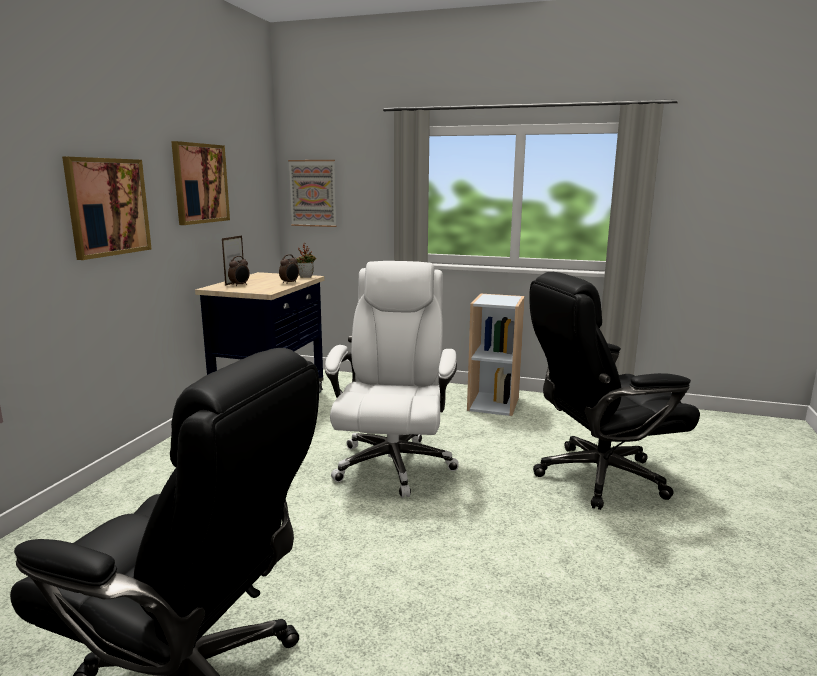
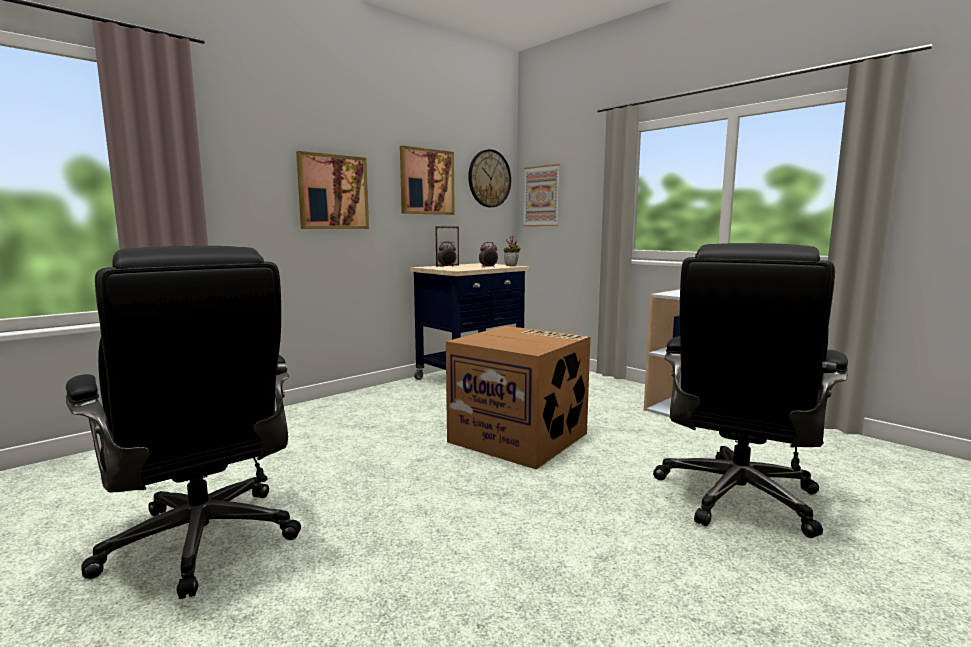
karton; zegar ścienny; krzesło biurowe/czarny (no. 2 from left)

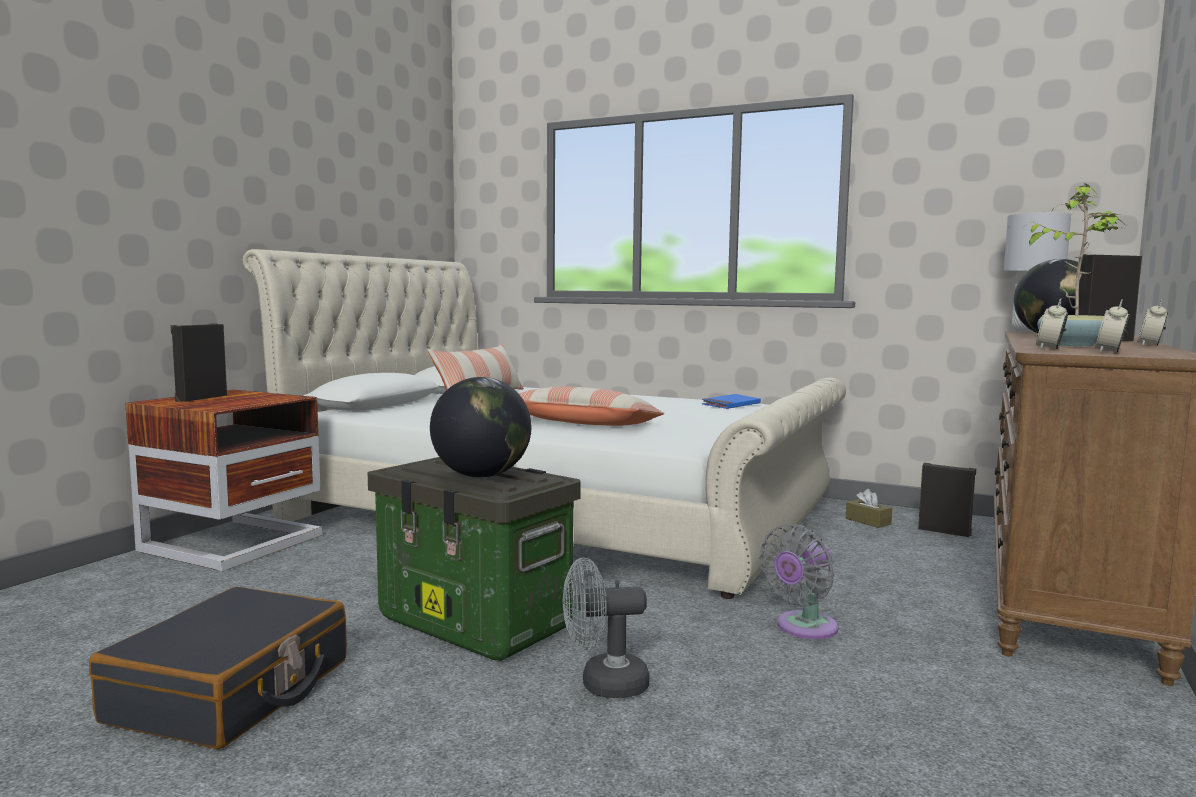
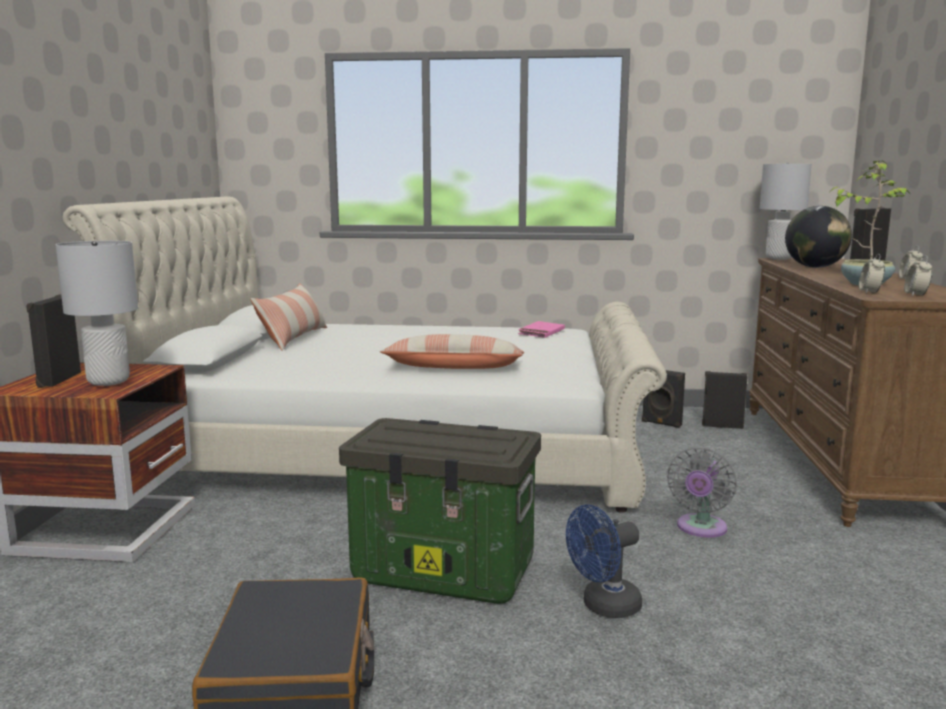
lampa stołowa/szary (no. 1 from left); książka/różowy; wentylator/niebieski; głośnik/czarny (no. 2 from left); globus (no. 1 from left in the first image)

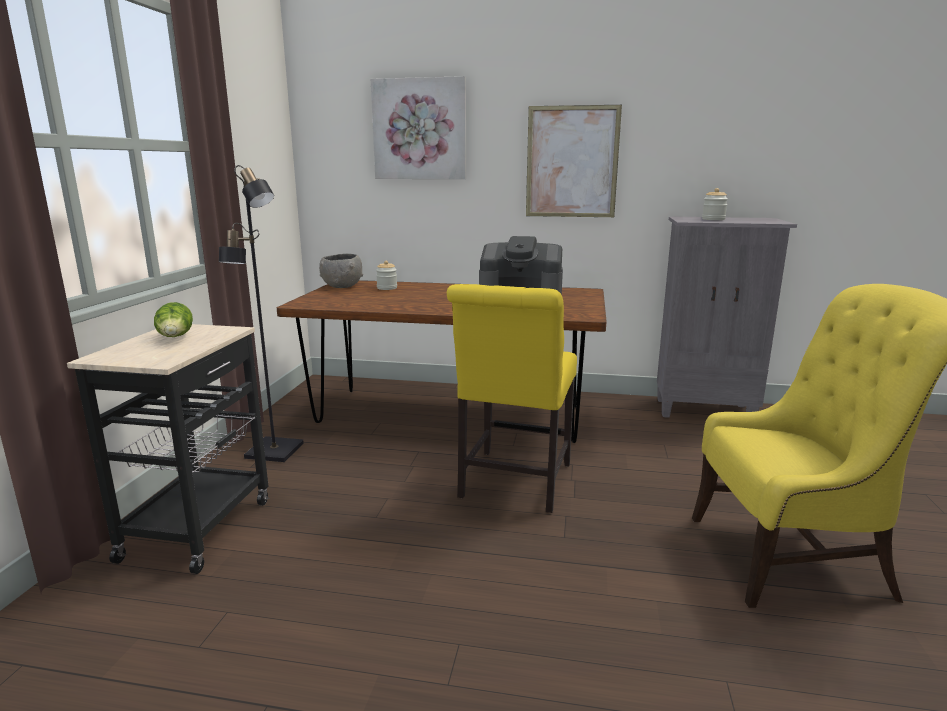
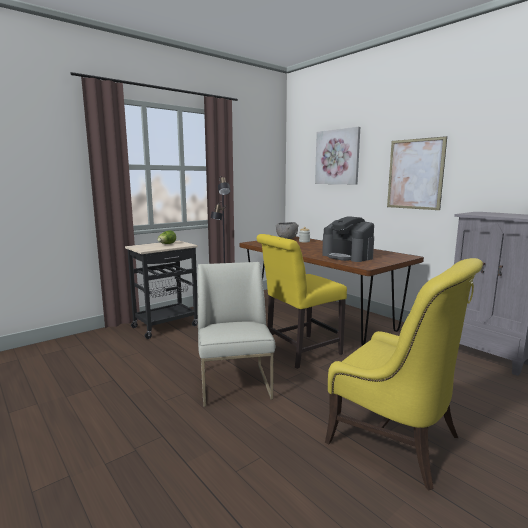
krzesło/biały; słoik (no. 2 from left in the first image)

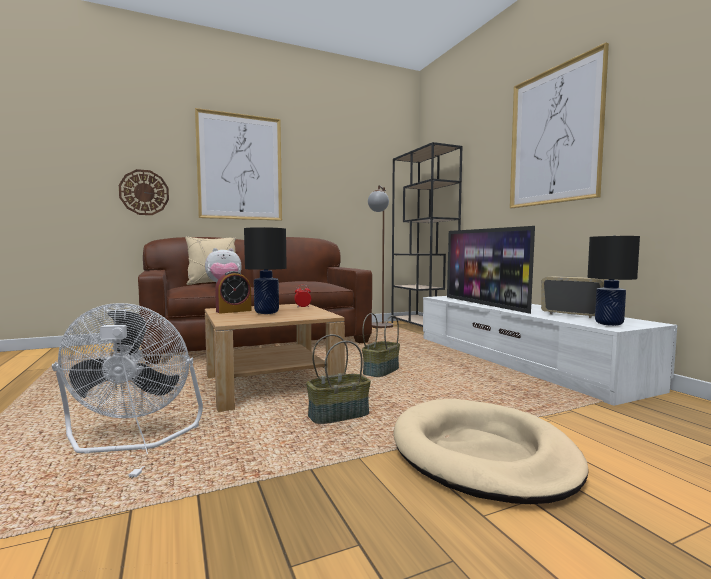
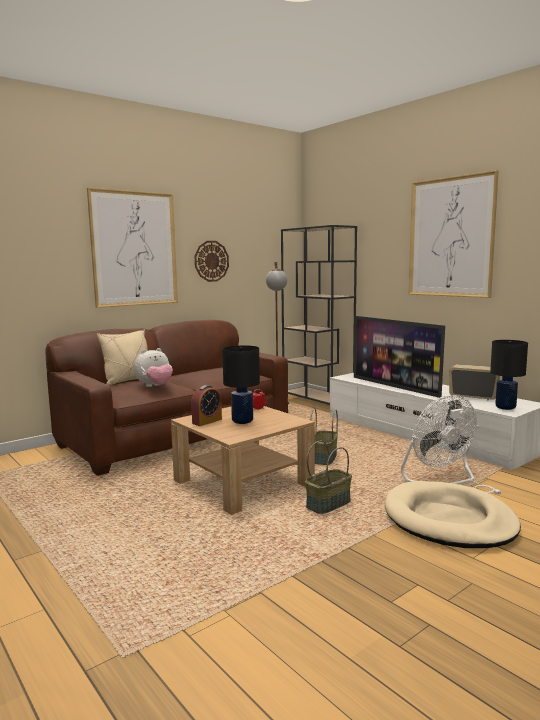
zegar ścienny; wentylator/biały

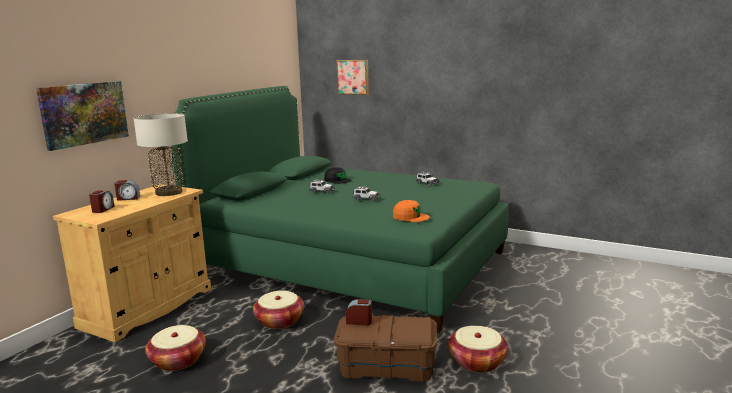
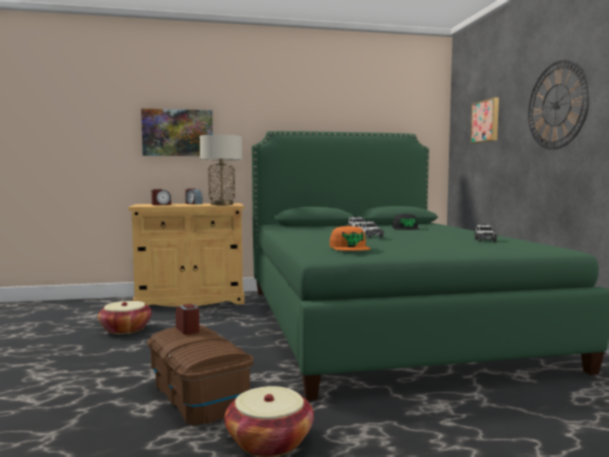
zegar ścienny; koszyk (no. 2 from left in the first image)

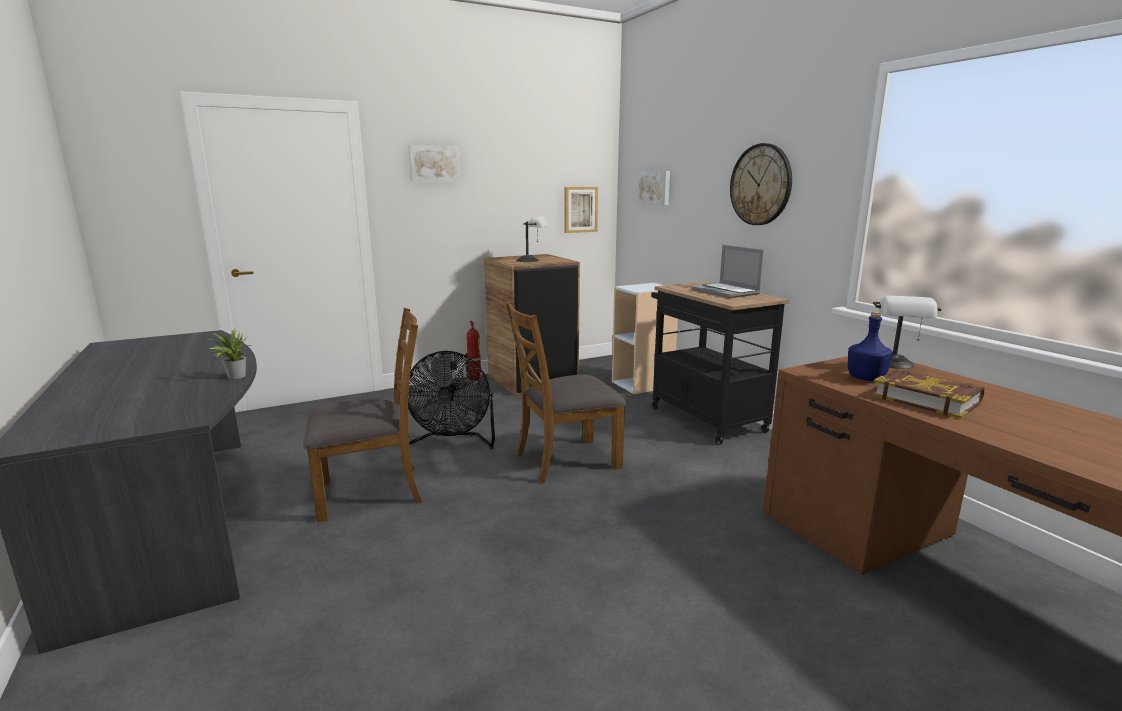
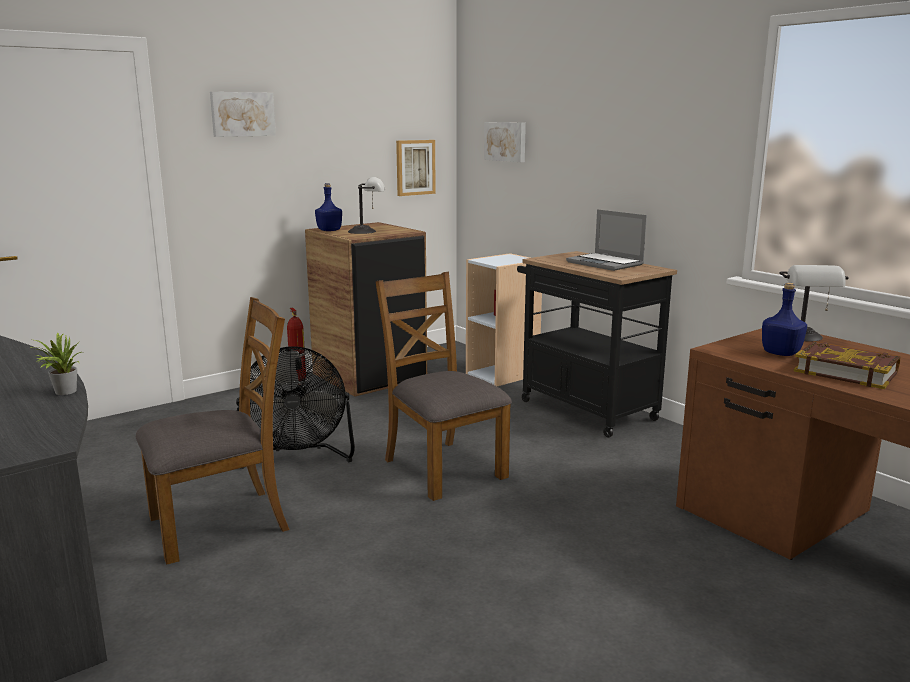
butelka/niebieski (no. 1 from left); krzesło/brązowy (no. 2 from left); zegar ścienny

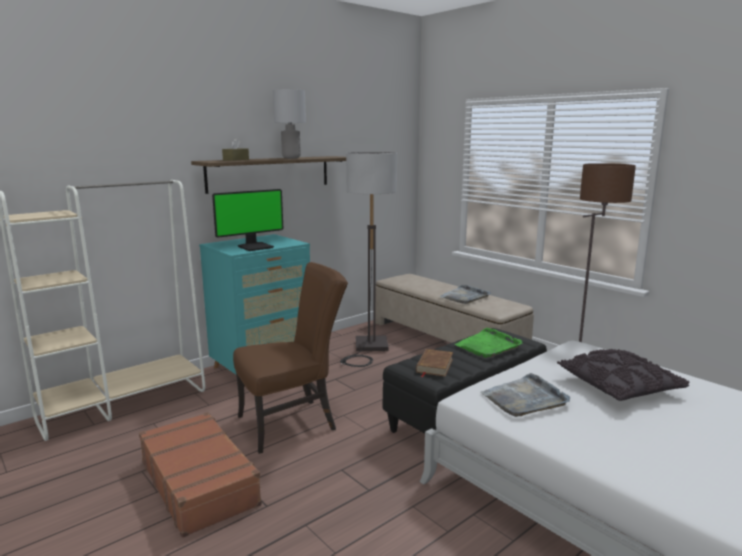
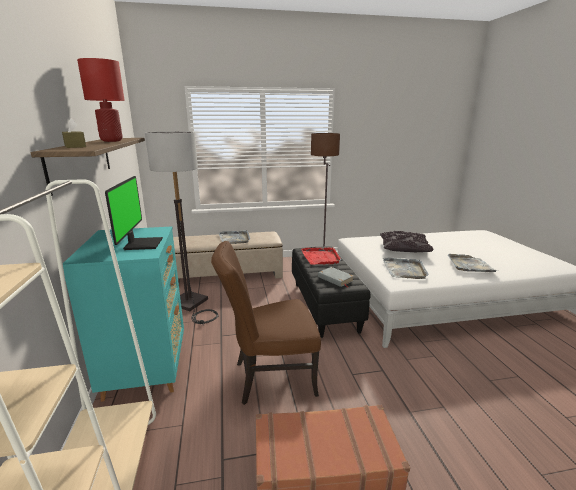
lampa stołowa/czerwony; krzesło/brązowy; taca/czerwony; książka/szary; taca/szary (no. 3 from left)

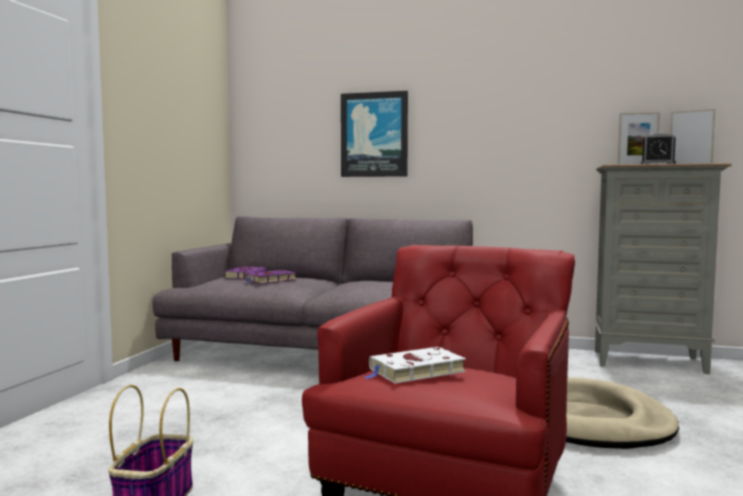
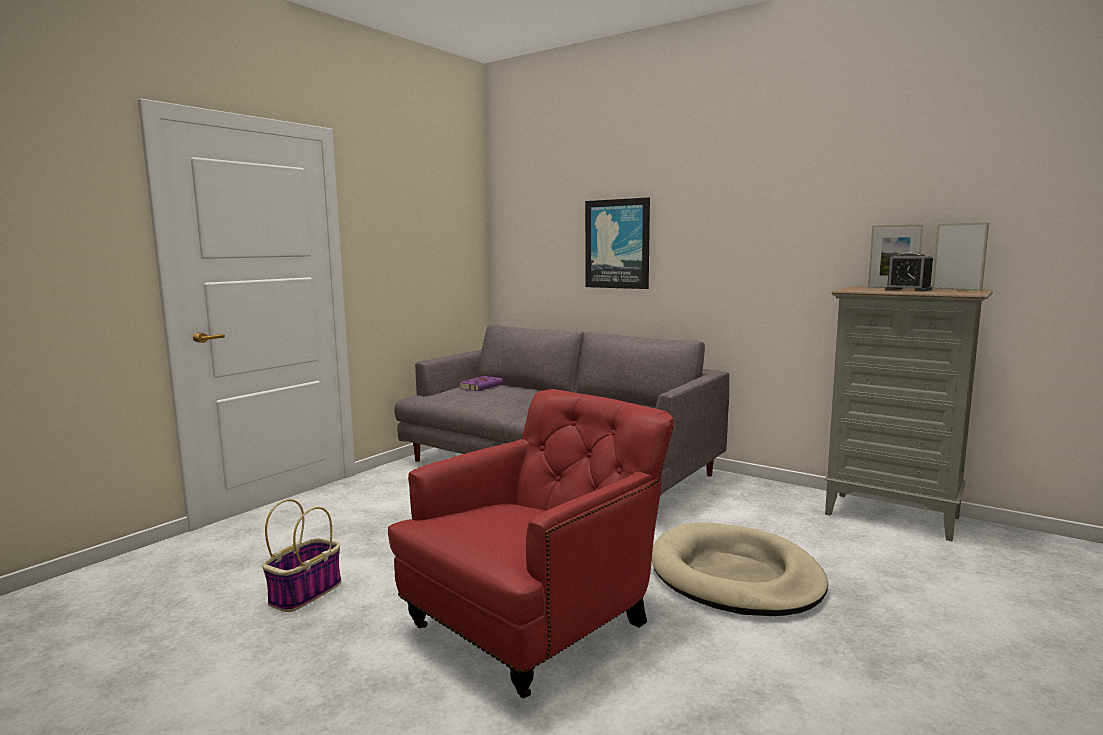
książka/fioletowy (no. 2 from left in the first image); książka/biały

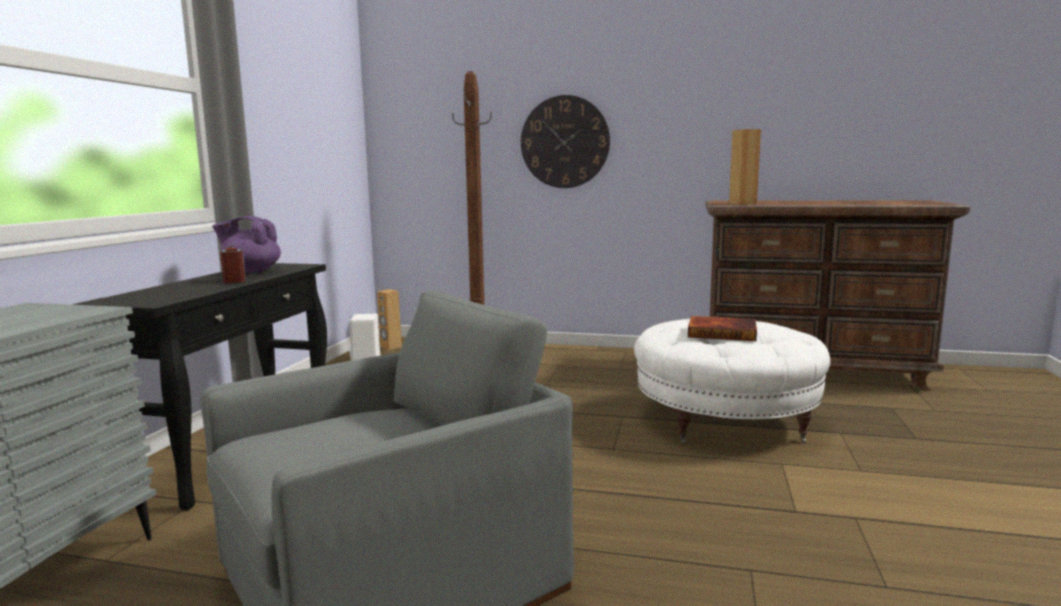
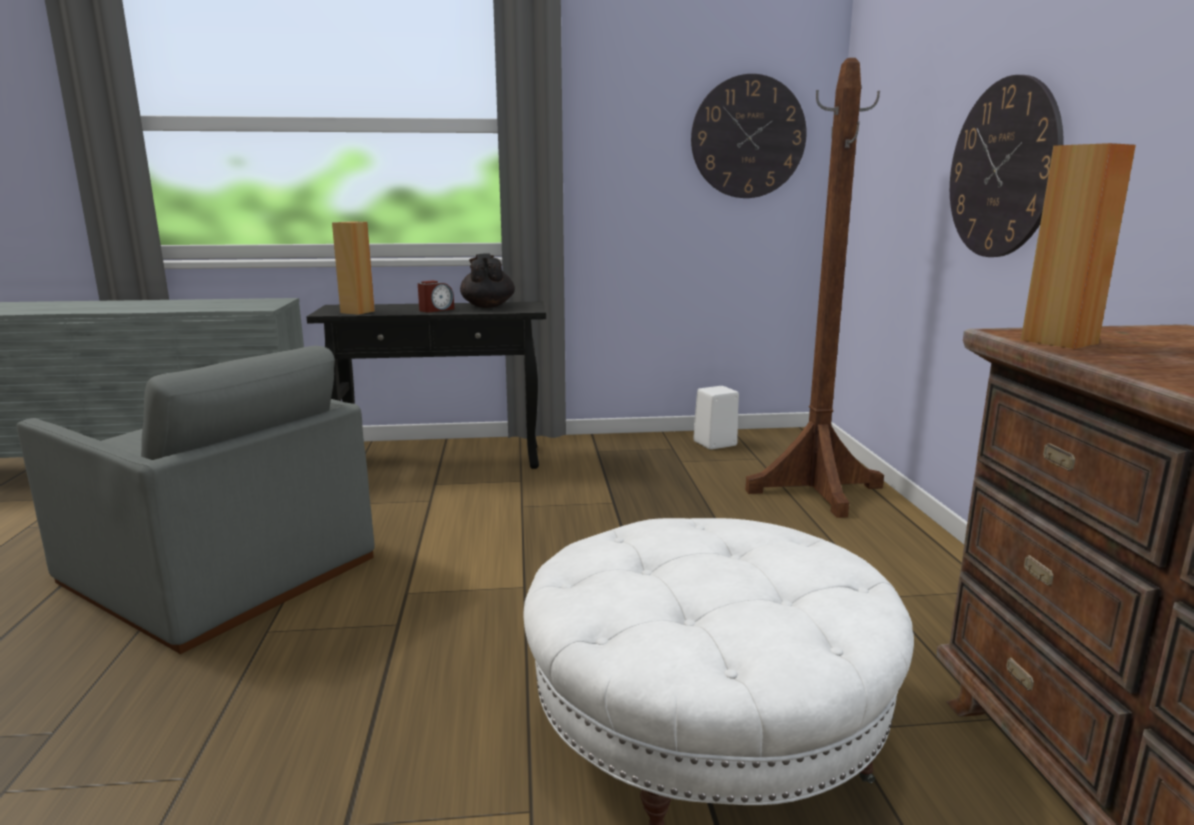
głośnik/brązowy (no. 1 from left); imbryk/czarny; zegar ścienny (no. 1 from left); książka

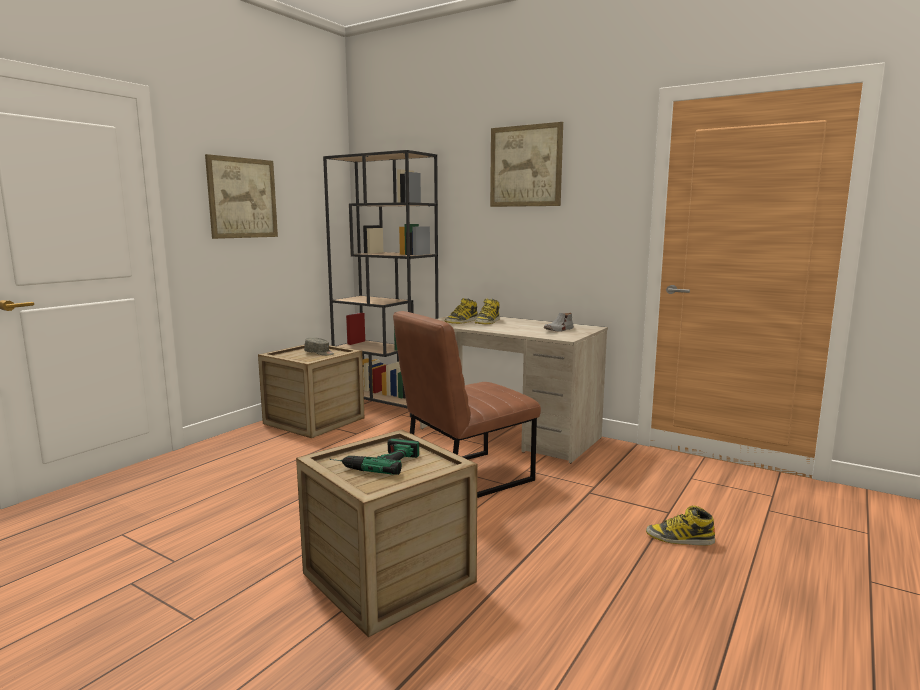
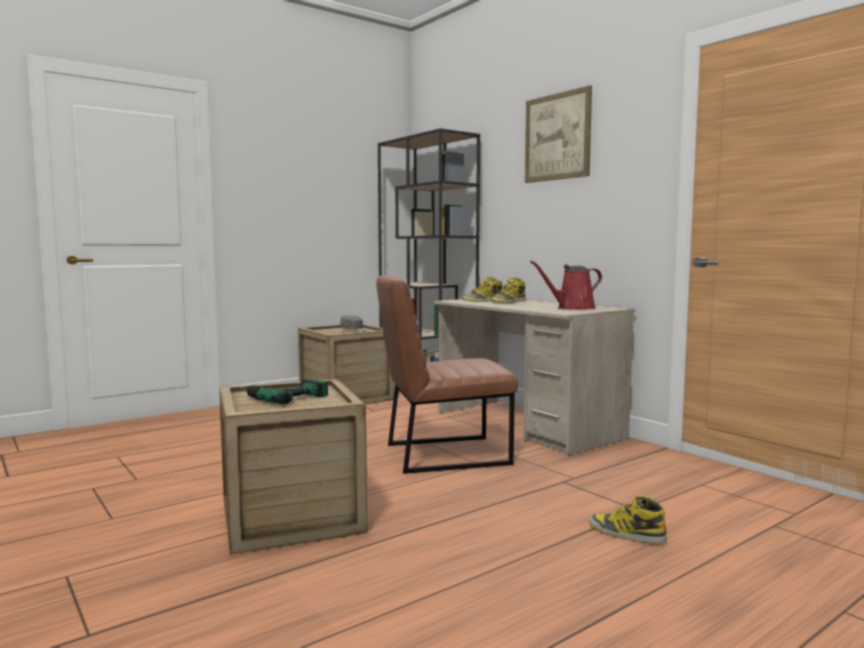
konewka/czerwony; obraz (no. 1 from left in the first image)

